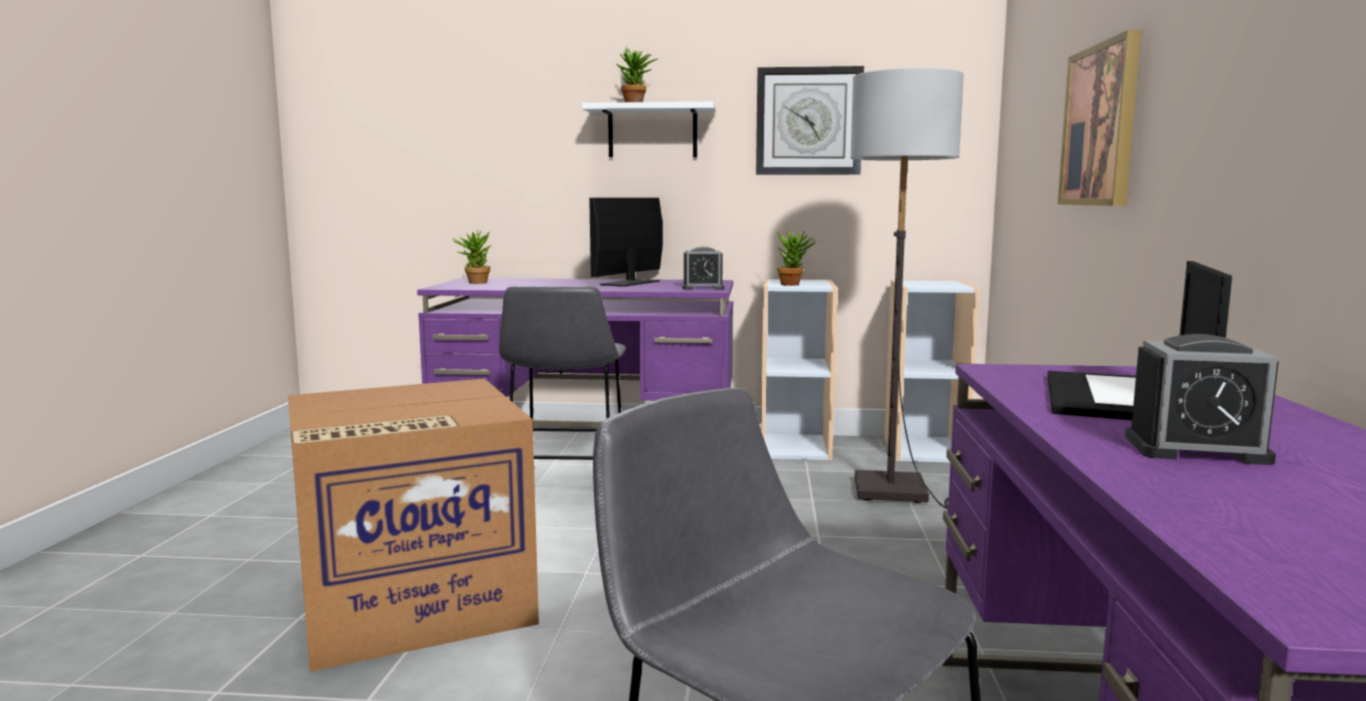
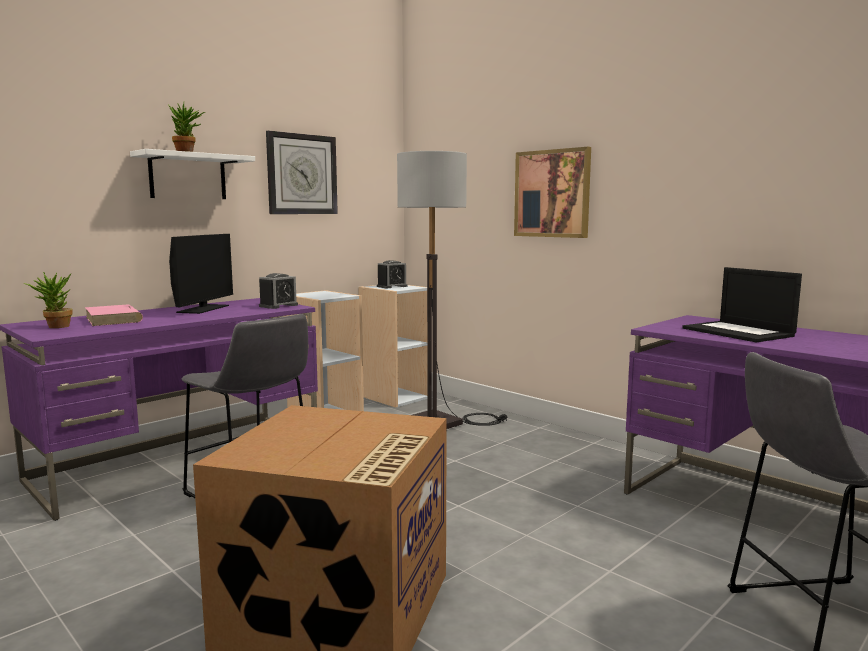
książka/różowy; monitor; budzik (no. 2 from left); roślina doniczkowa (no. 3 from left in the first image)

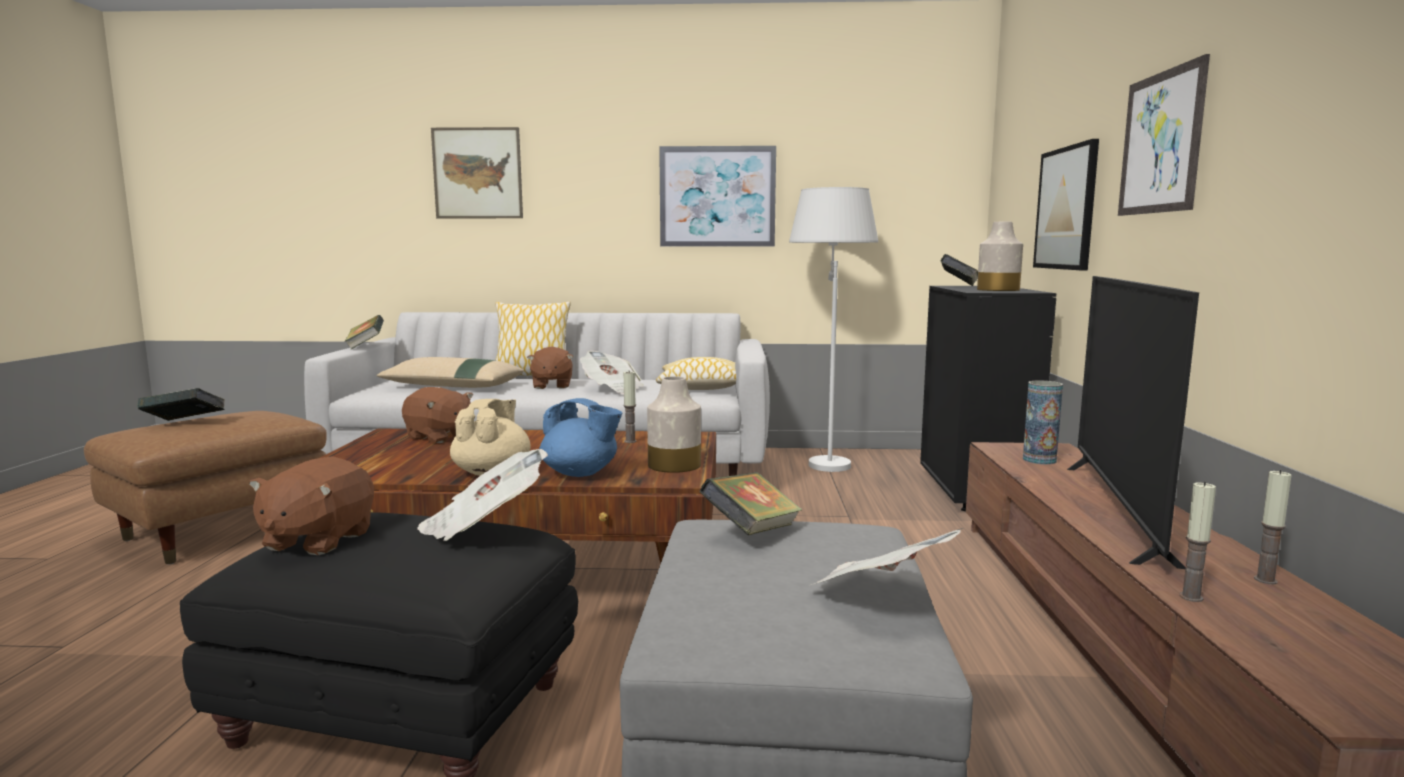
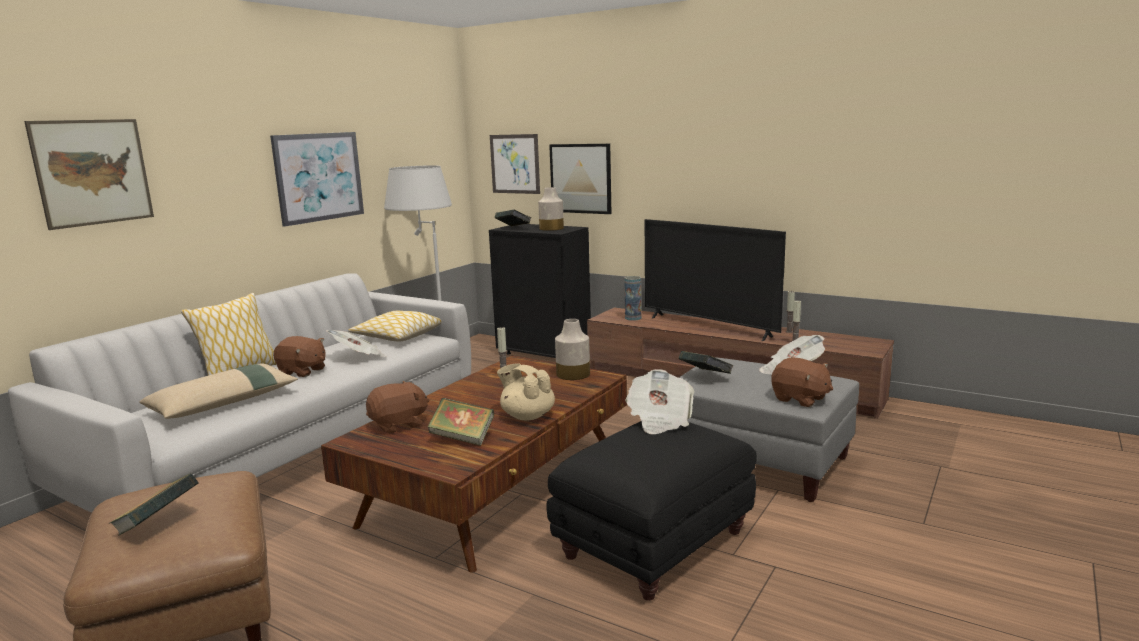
książka (no. 2 from left); obraz (no. 3 from left); pluszak/brązowy (no. 3 from left); imbryk/niebieski

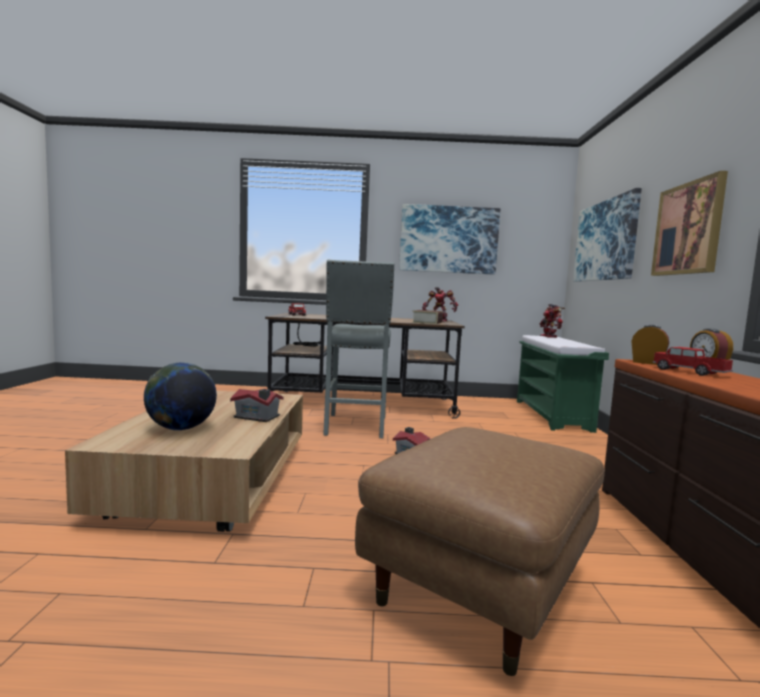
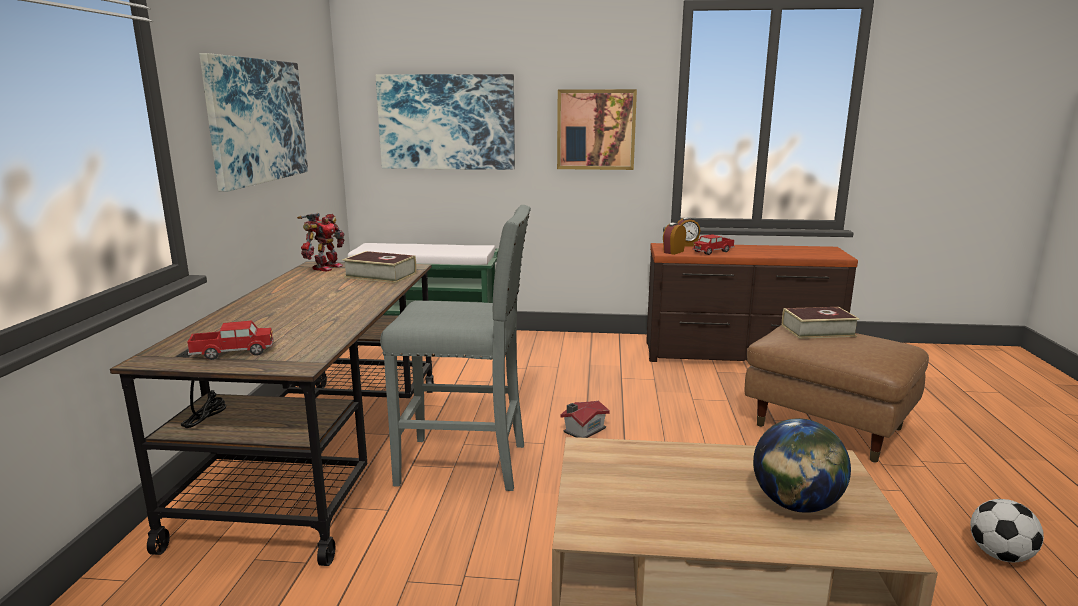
książka (no. 2 from left); piłka futbolowa; domek (no. 1 from left in the first image); robot zabawkowy (no. 2 from left in the first image)

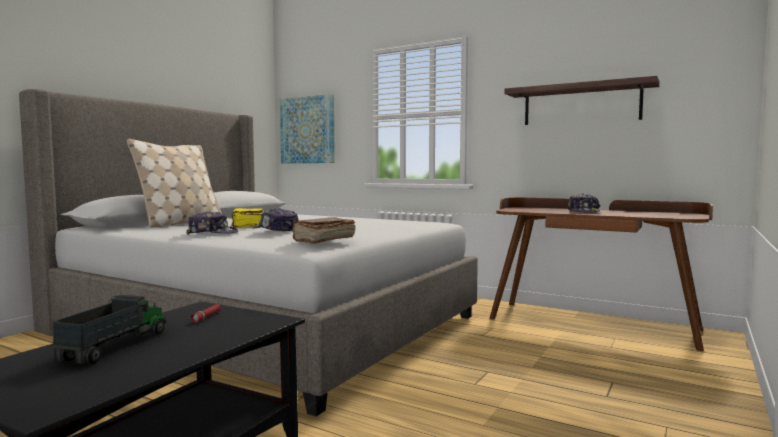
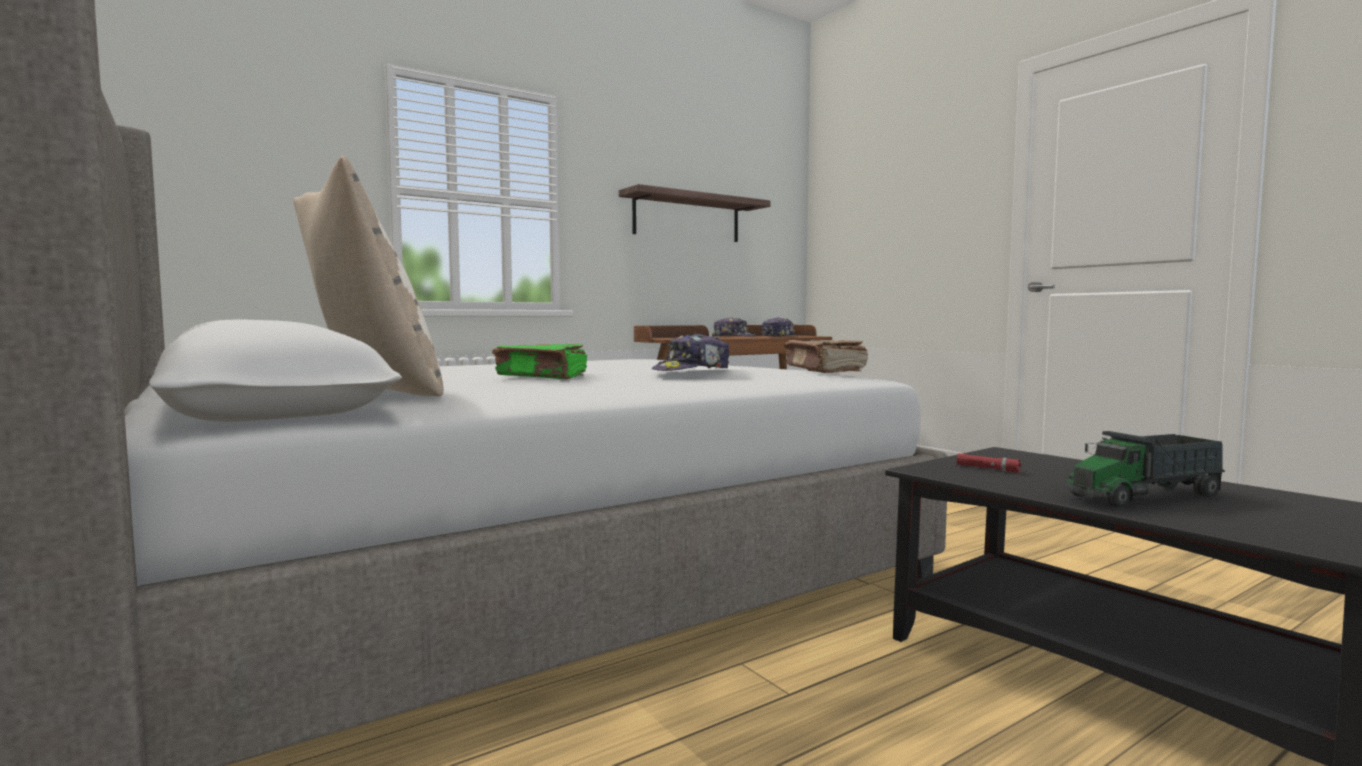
książka/zielony; czapka z daszkiem (no. 3 from left); ciężarówka zabawkowa; obraz

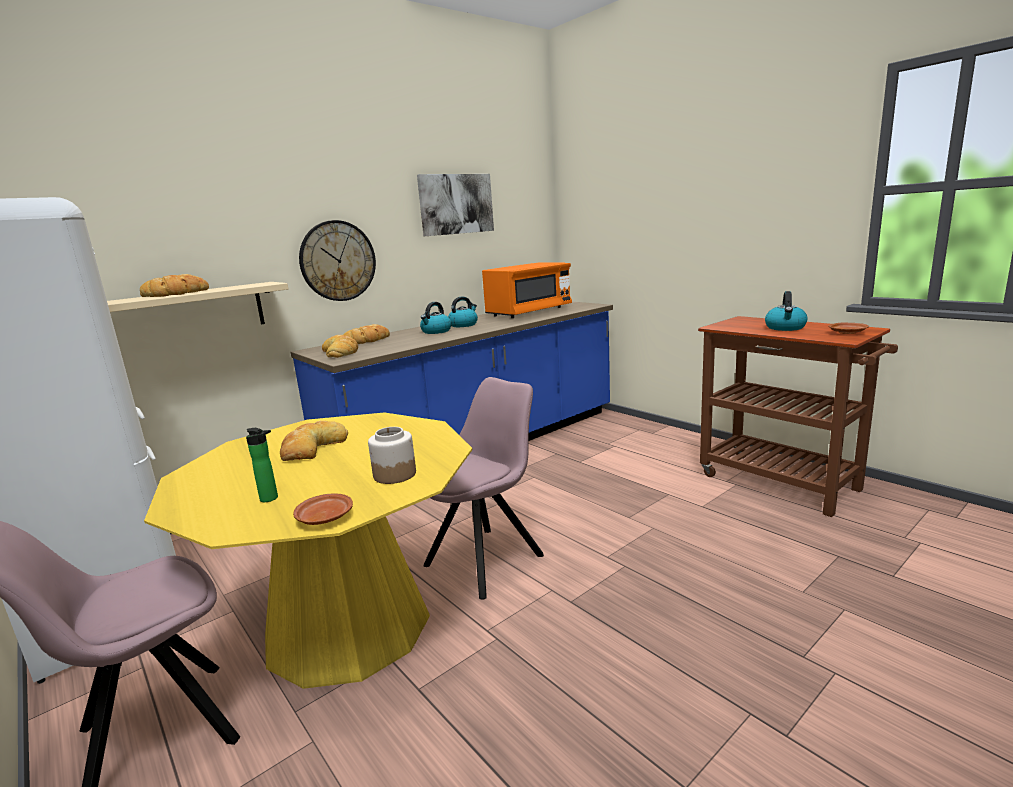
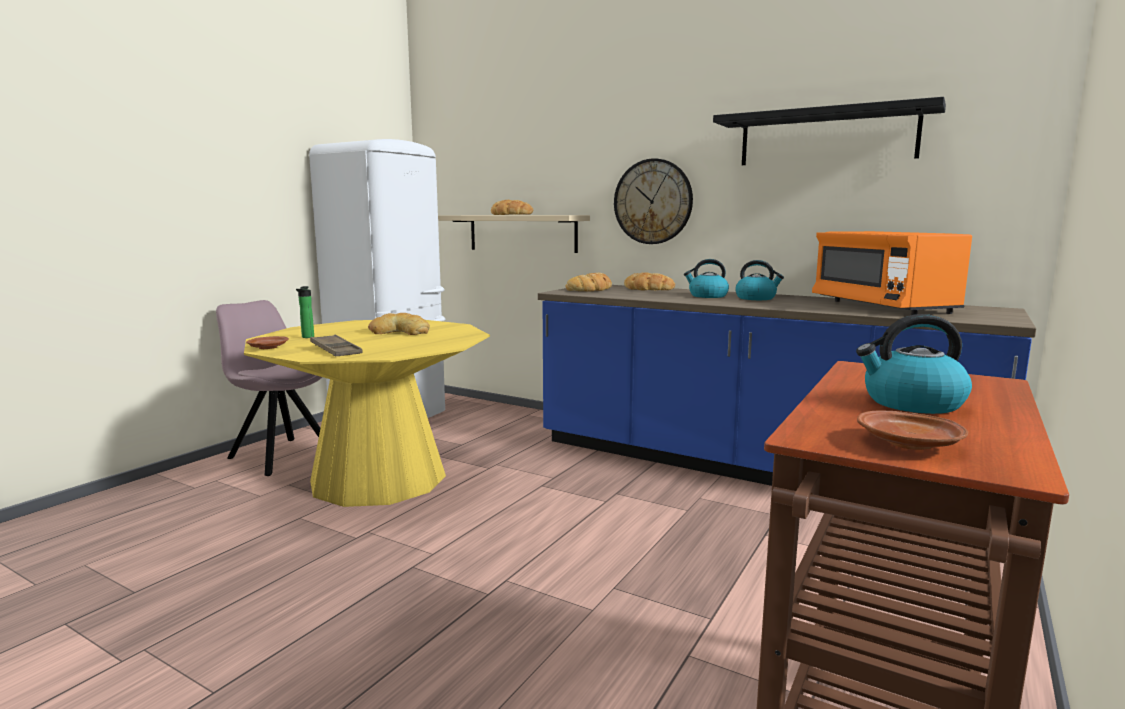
taca/brązowy; półka/czarny; mikrofalówka/pomarańczowy; krzesło/różowy (no. 2 from left in the first image)

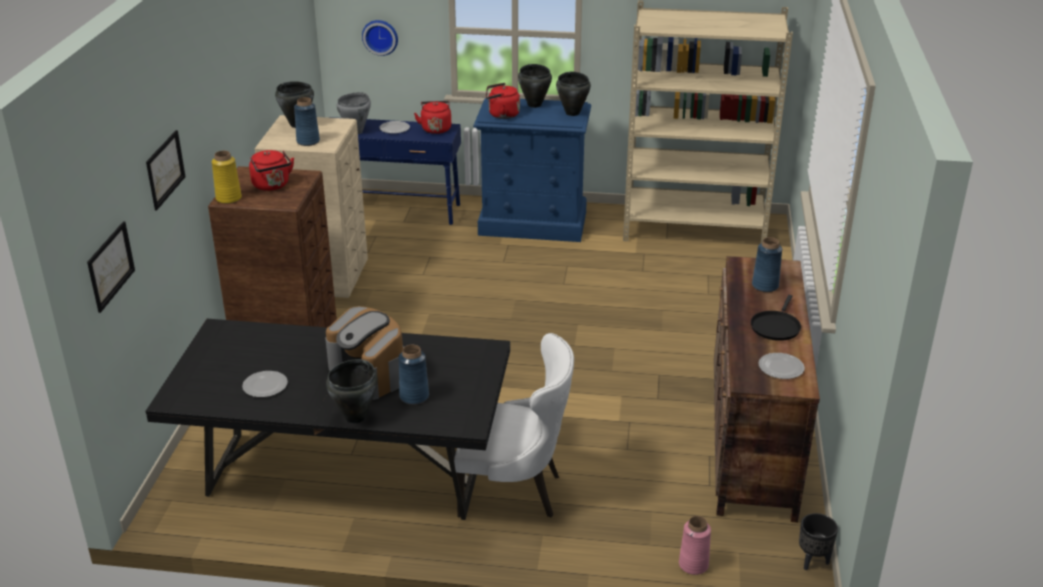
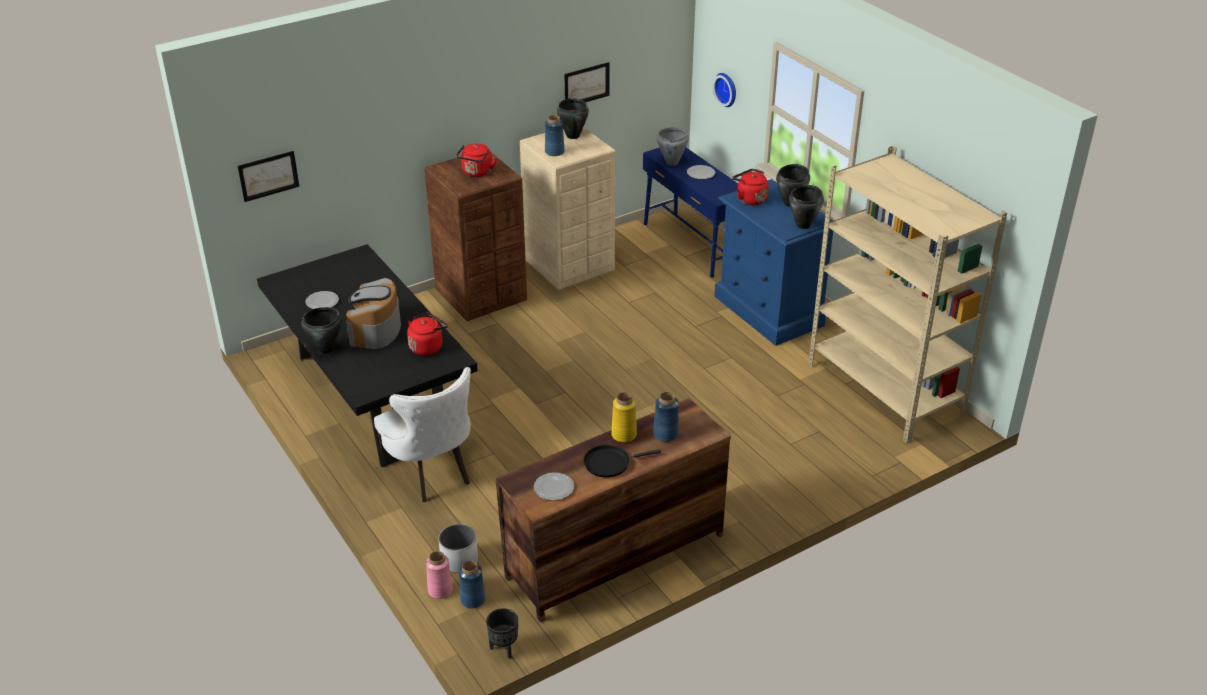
czajnik/czerwony (no. 1 from left); donica/biały; wazon/niebieski (no. 1 from left); obraz (no. 2 from left); wazon/żółty

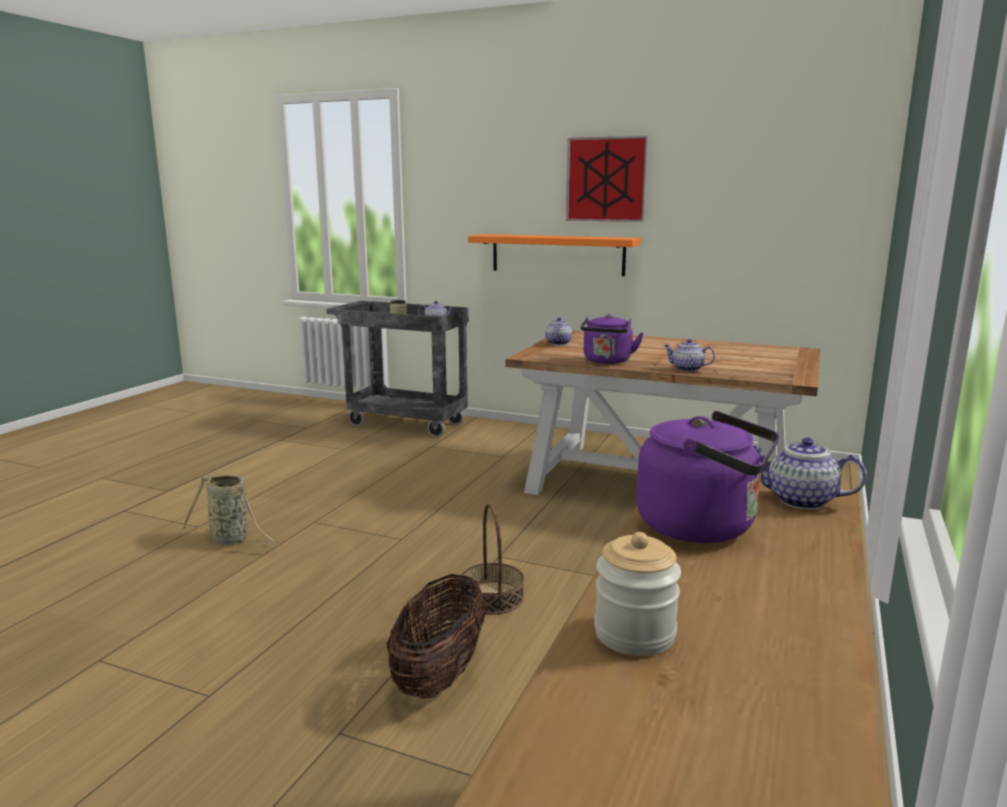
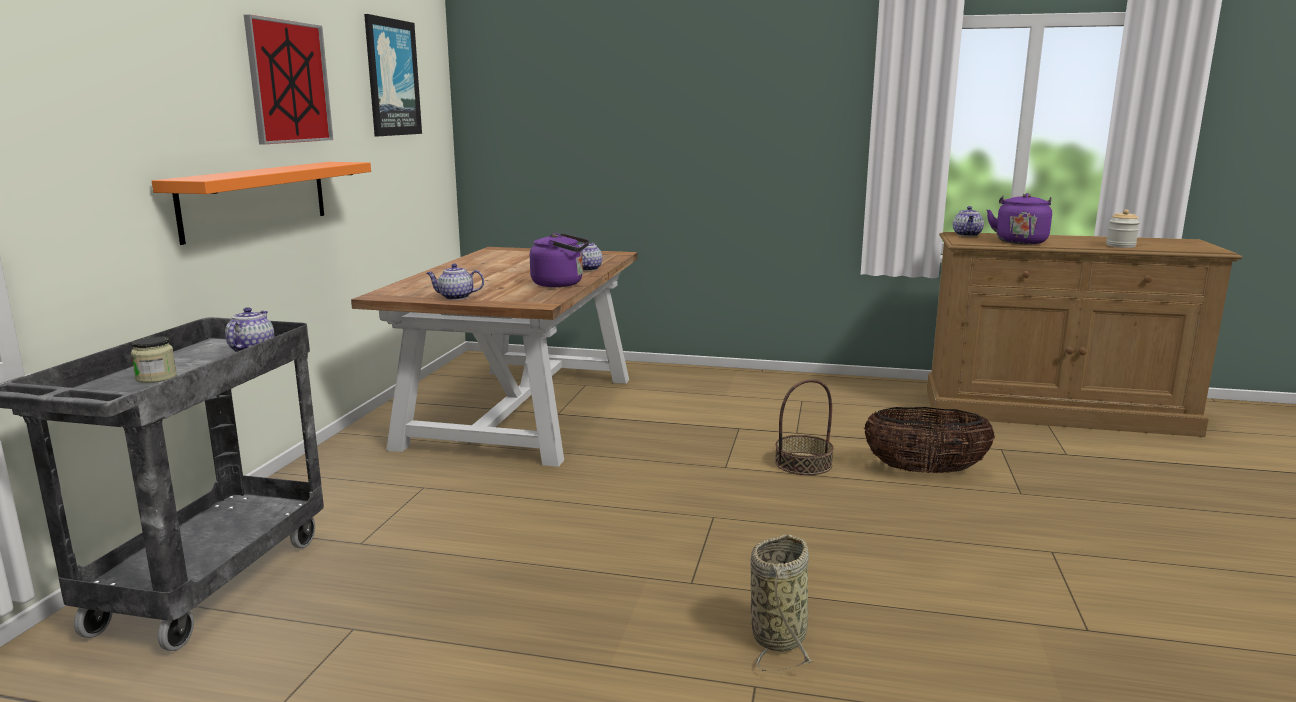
obraz (no. 2 from left)

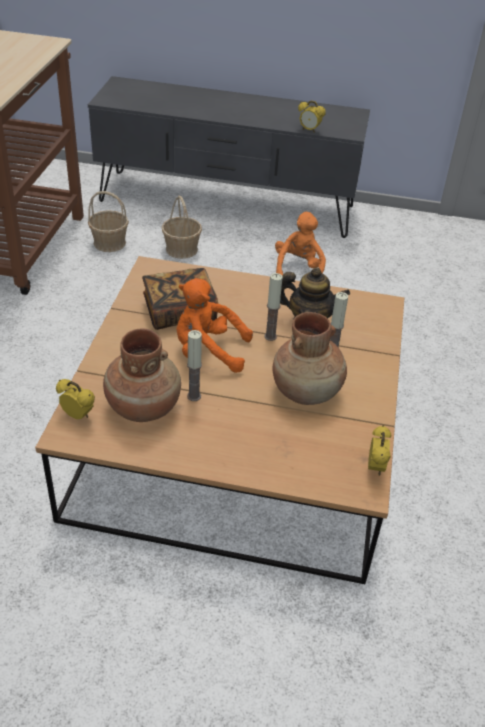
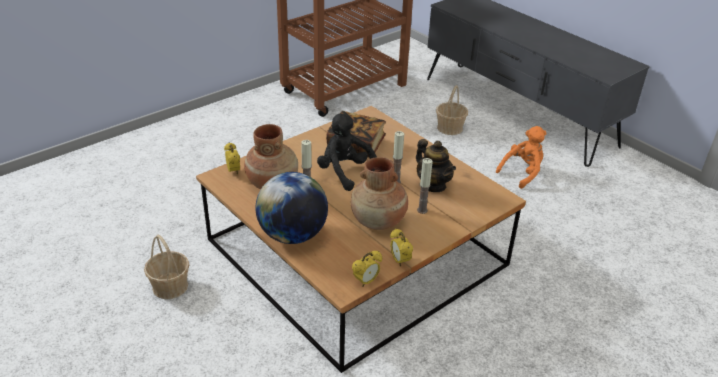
koszyk (no. 1 from left); globus; pluszak/czarny; budzik (no. 3 from left)

